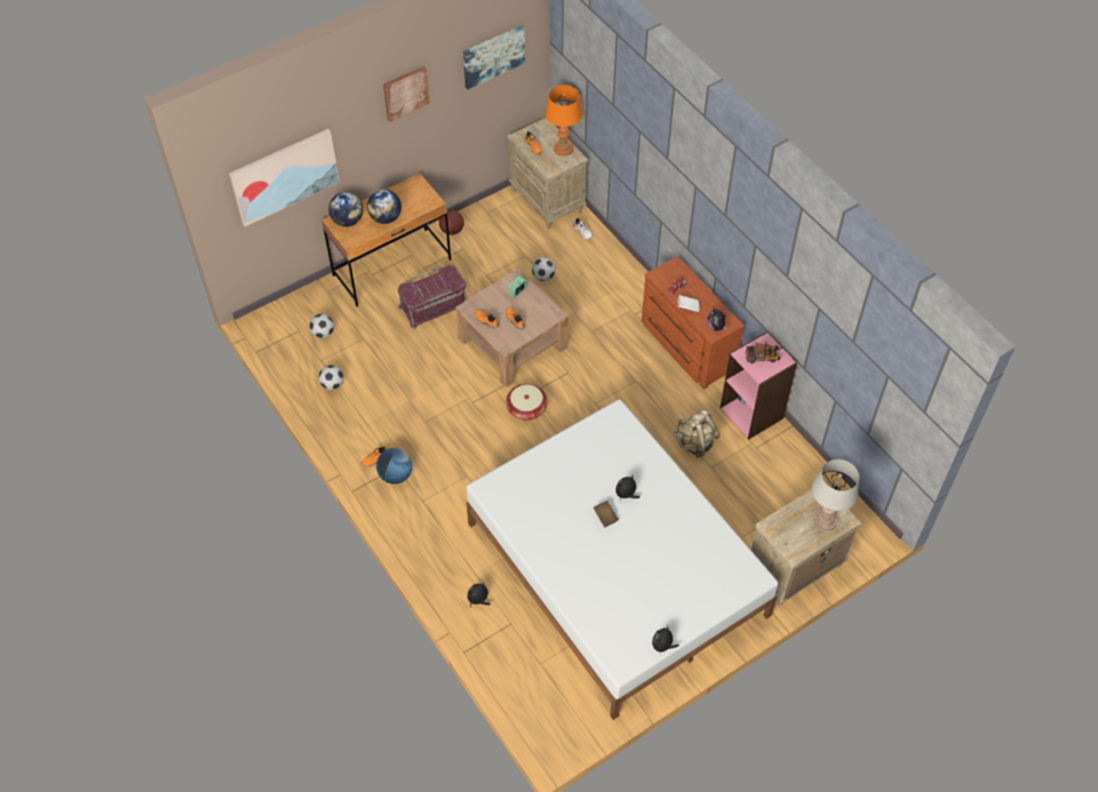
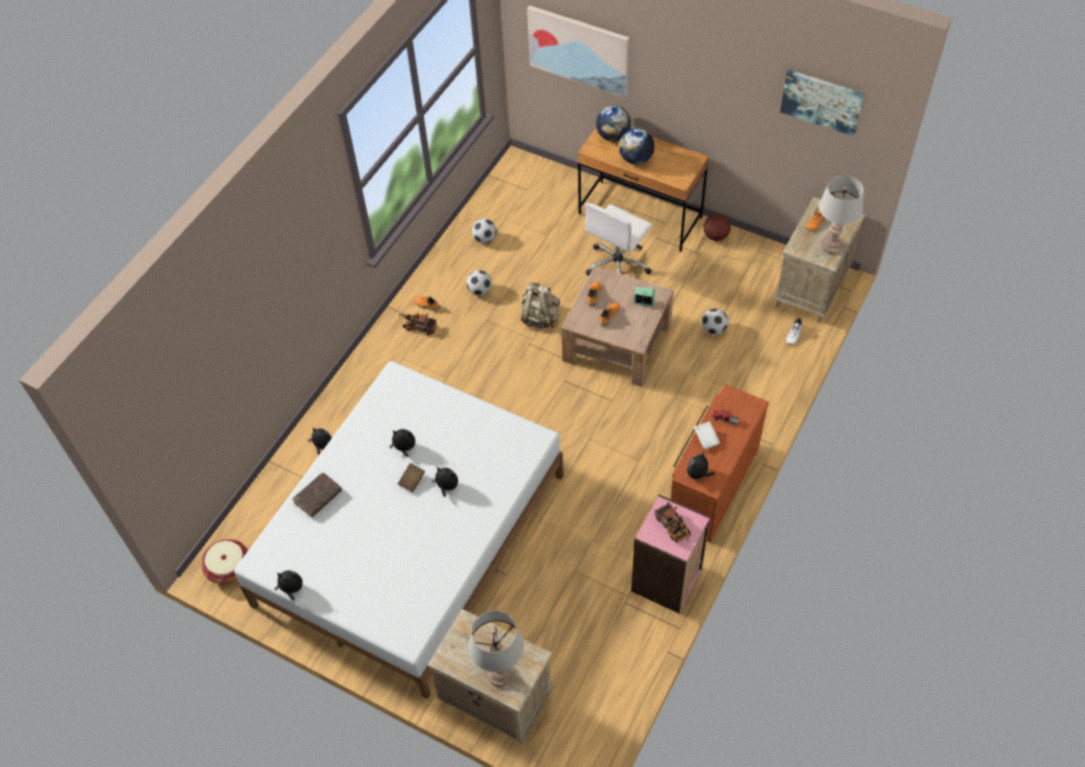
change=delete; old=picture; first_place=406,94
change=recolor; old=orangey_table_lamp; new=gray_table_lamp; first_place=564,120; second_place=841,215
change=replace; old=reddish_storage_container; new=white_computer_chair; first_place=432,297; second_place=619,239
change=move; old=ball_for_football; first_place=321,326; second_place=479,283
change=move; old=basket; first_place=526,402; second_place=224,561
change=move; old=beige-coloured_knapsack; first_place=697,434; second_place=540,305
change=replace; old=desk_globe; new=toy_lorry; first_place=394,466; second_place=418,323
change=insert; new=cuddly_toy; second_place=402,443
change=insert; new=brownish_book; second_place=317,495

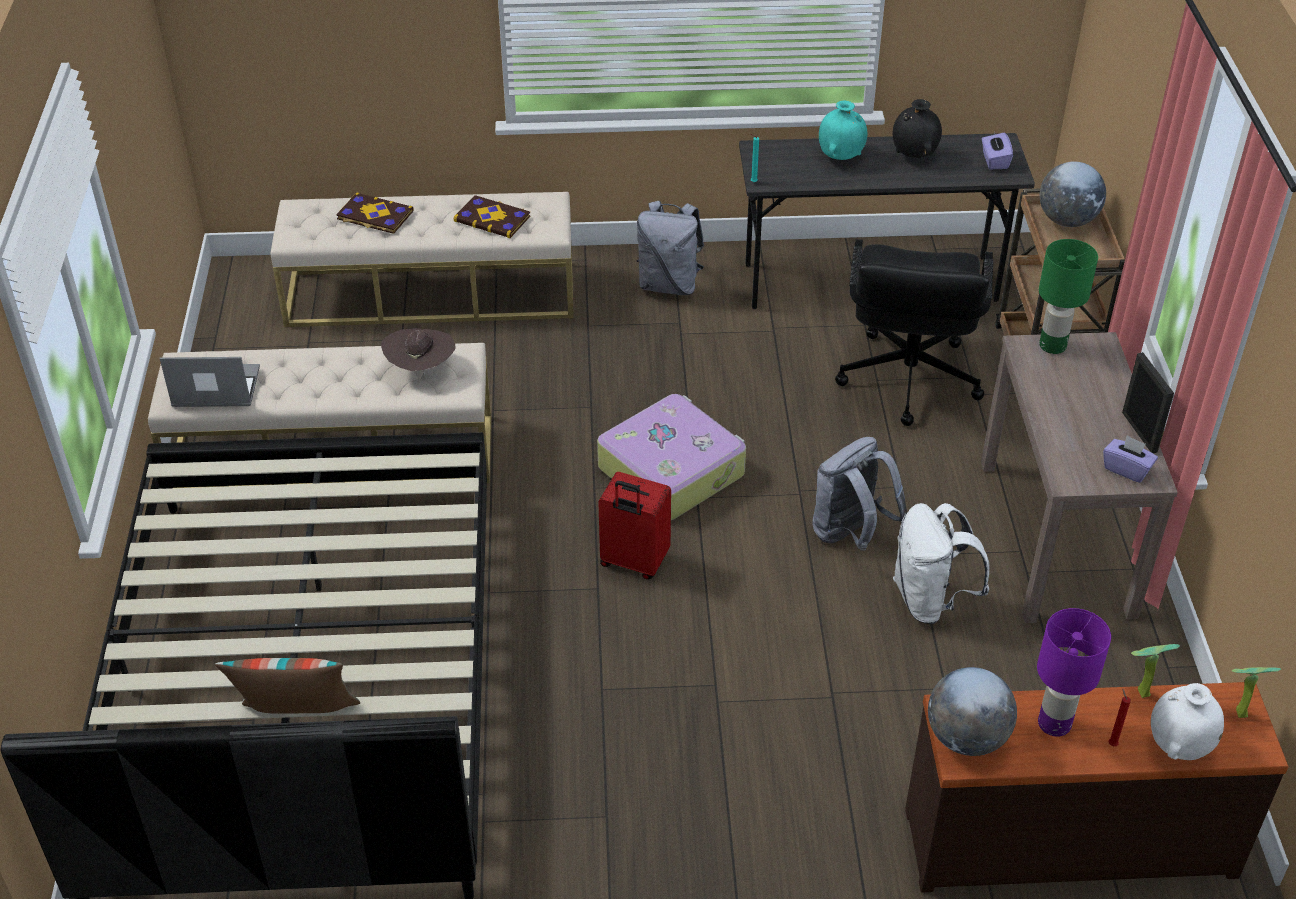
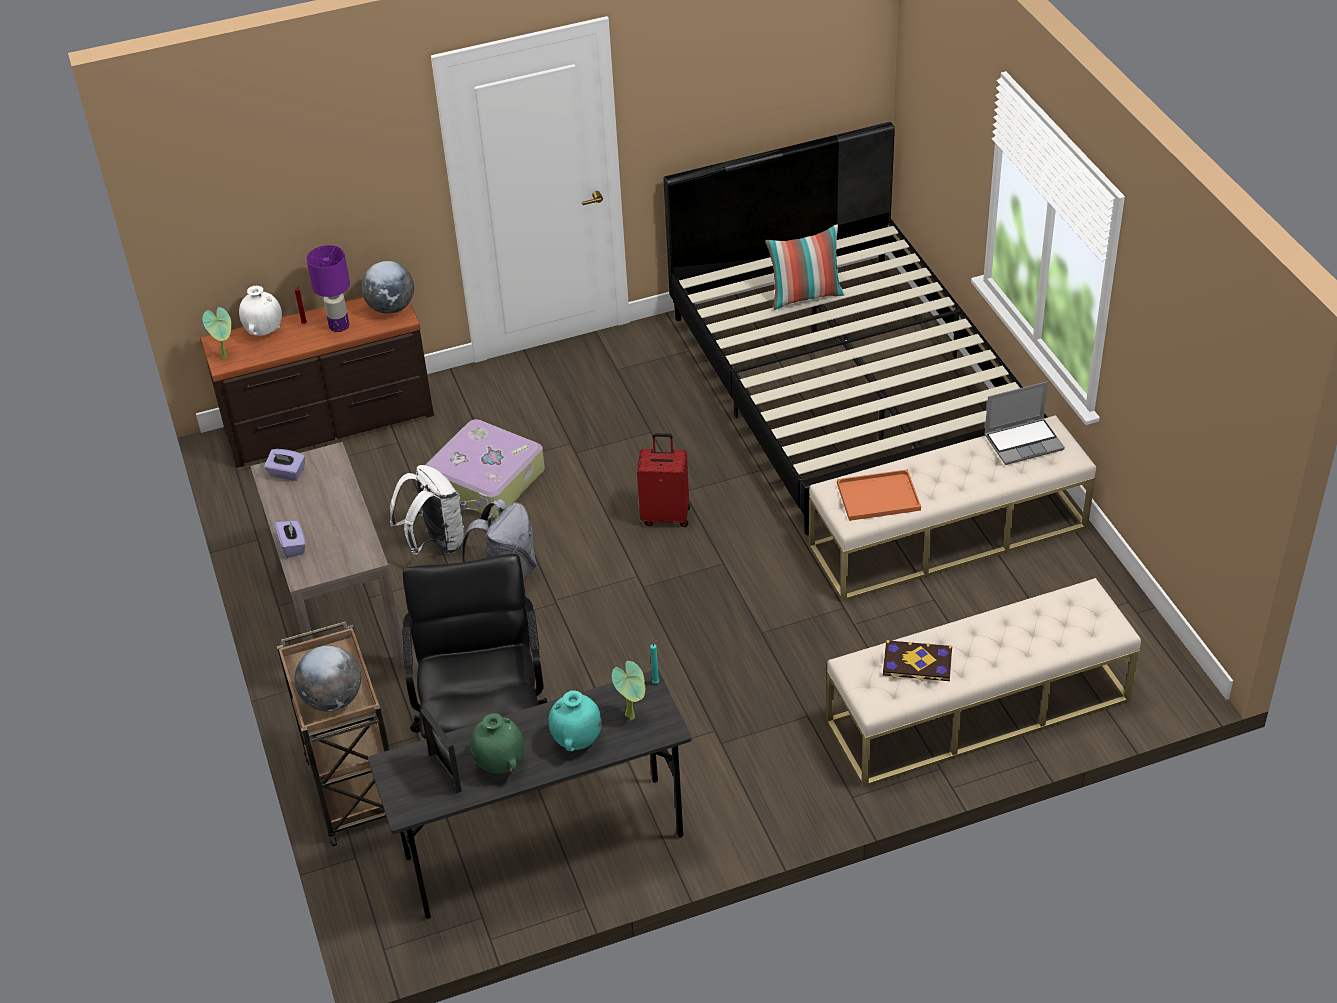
change=recolor; old=blackish_flower_vase; new=green-coloured_flower_vase; first_place=917,128; second_place=497,743
change=move; old=purplish_tissue_holder; first_place=997,151; second_place=290,539
change=delete; old=book; first_place=374,213
change=delete; old=gray_knapsack; first_place=670,248
change=delete; old=green-coloured_table_lamp; first_place=1068,296
change=replace; old=brownish_wearable_hat; new=orangey_serving_tray; first_place=418,352; second_place=879,495
change=move; old=picture_frame; first_place=1148,402; second_place=441,750
change=move; old=piece_of_luggage; first_place=671,457; second_place=485,468
change=move; old=houseplant; first_place=1155,671; second_place=628,690

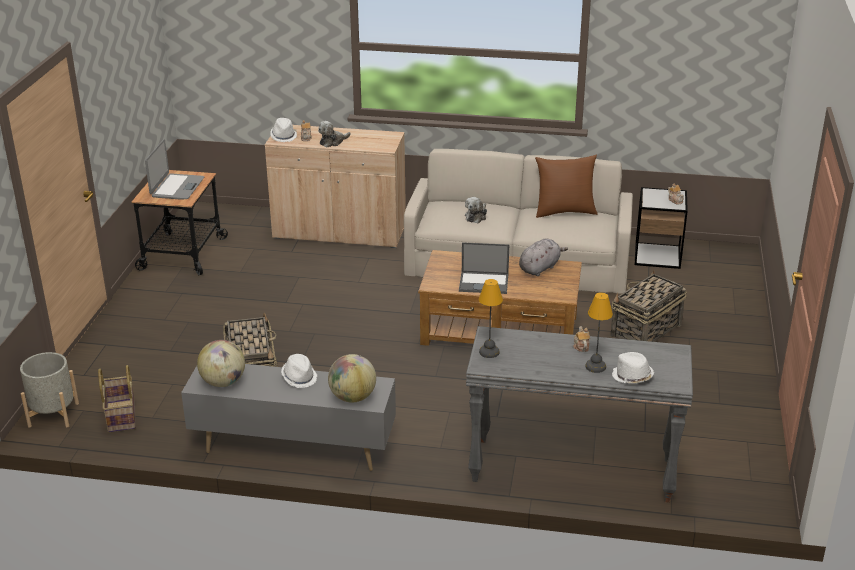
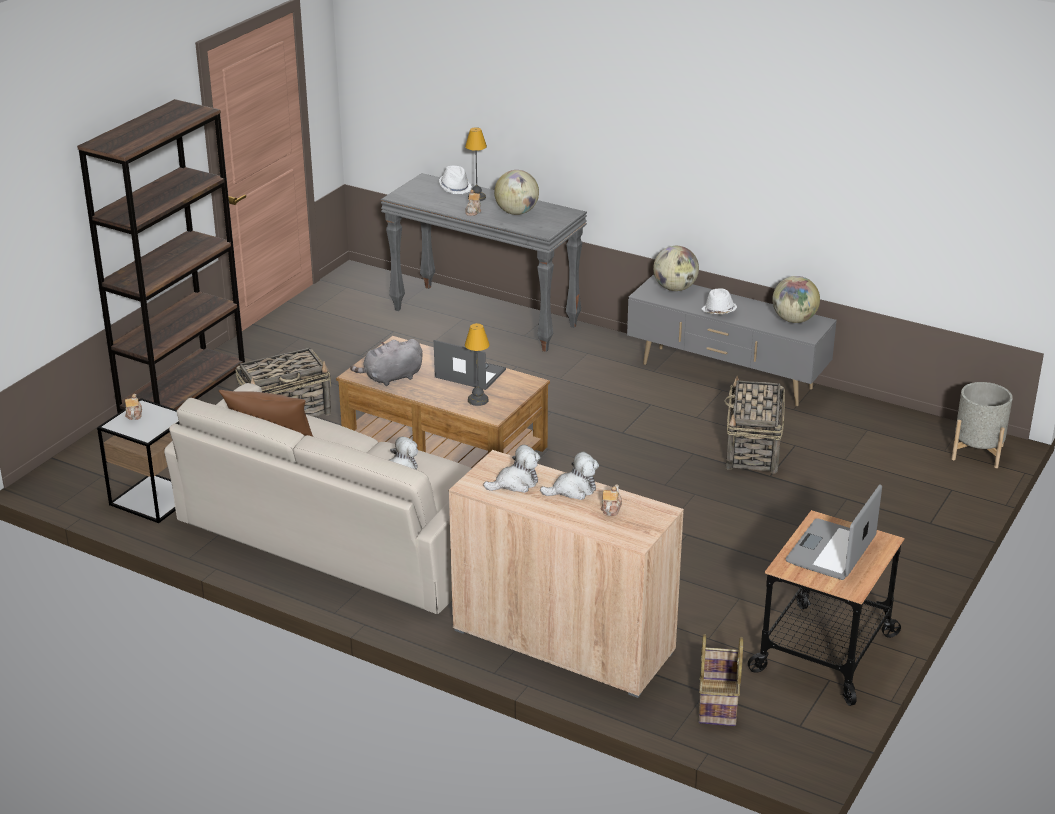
change=delete; old=white_wearable_hat; first_place=283,130
change=move; old=table_lamp; first_place=491,318; second_place=477,364
change=move; old=basket; first_place=117,398; second_place=720,680
change=insert; new=brownish_shelving_unit; second_place=161,256
change=insert; new=desk_globe; second_place=516,192
change=insert; new=cuddly_toy; second_place=511,469

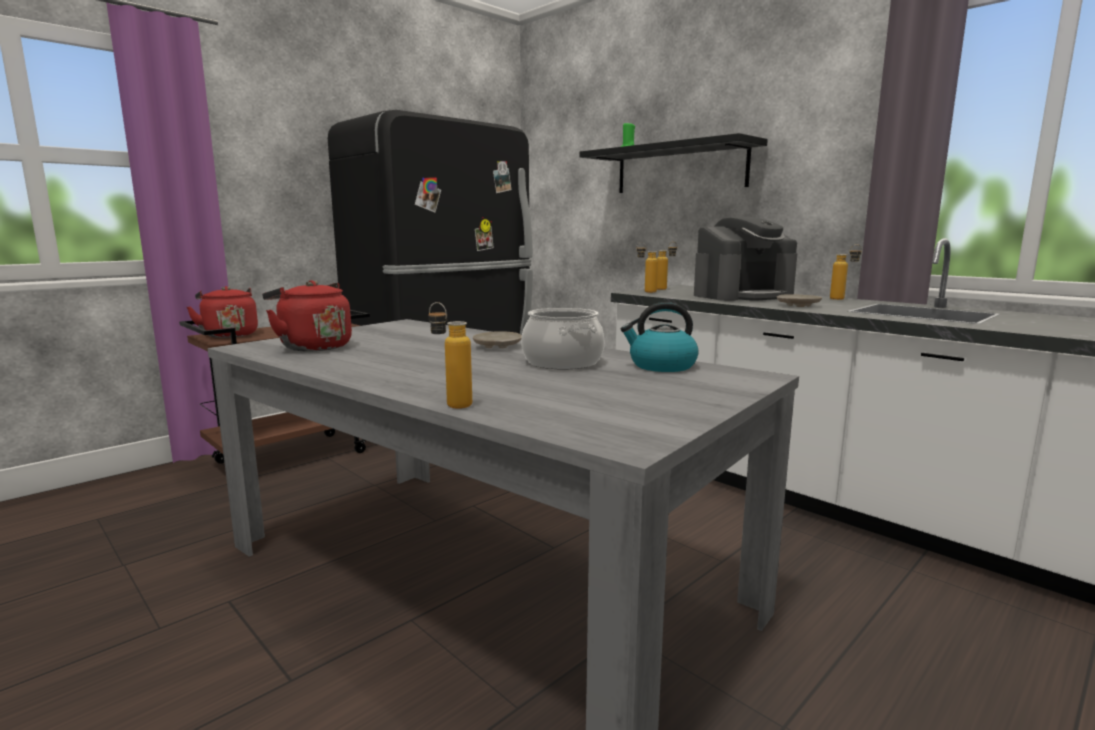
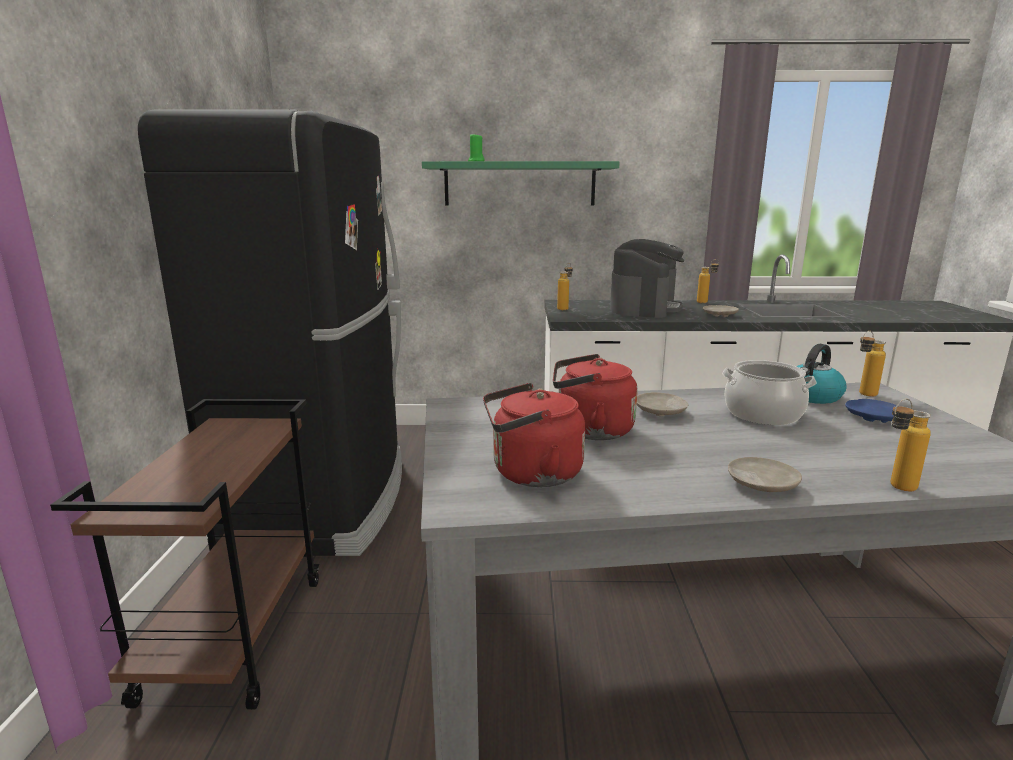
change=recolor; old=blackish_shelf; new=green-coloured_shelf; first_place=673,163; second_place=521,183
change=move; old=bottle; first_place=647,267; second_place=872,363
change=move; old=reddish_water_kettle; first_place=222,312; second_place=595,397
change=insert; new=blue_dinner_plate; second_place=871,411
change=insert; new=beige-coloured_dinner_plate; second_place=765,474

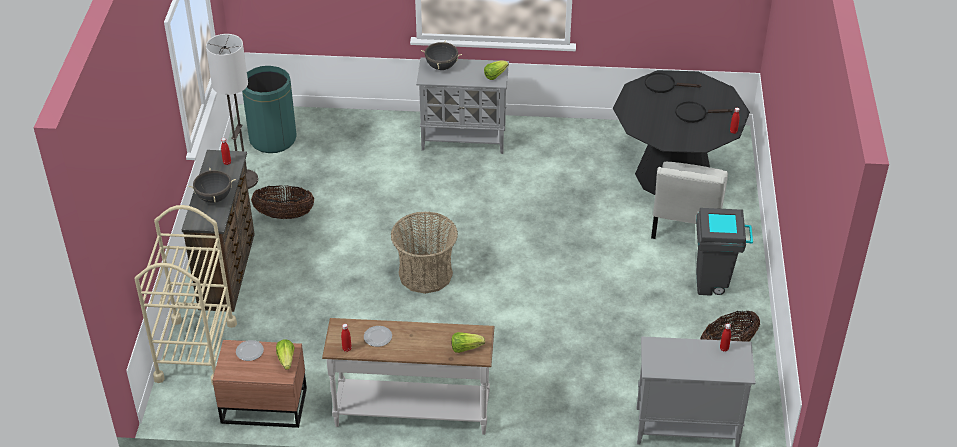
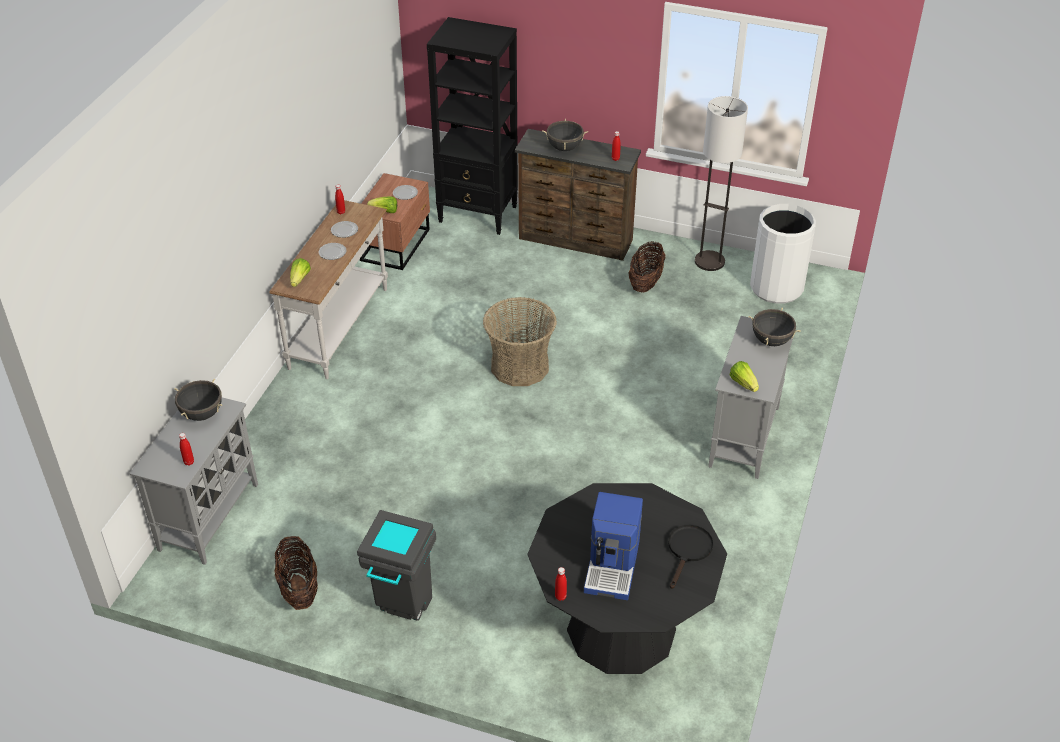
change=recolor; old=green-coloured_waste_bin; new=white_waste_bin; first_place=269,109; second_place=783,254
change=replace; old=blackish_pan; new=coffee_machine; first_place=704,112; second_place=613,546
change=delete; old=white_upright_chair; first_place=689,200
change=replace; old=beige-coloured_trolley; new=blackish_shelving_unit; first_place=186,295; second_place=472,126
change=insert; new=dinner_plate; second_place=332,251
change=insert; new=blackish_saucepot; second_place=198,400

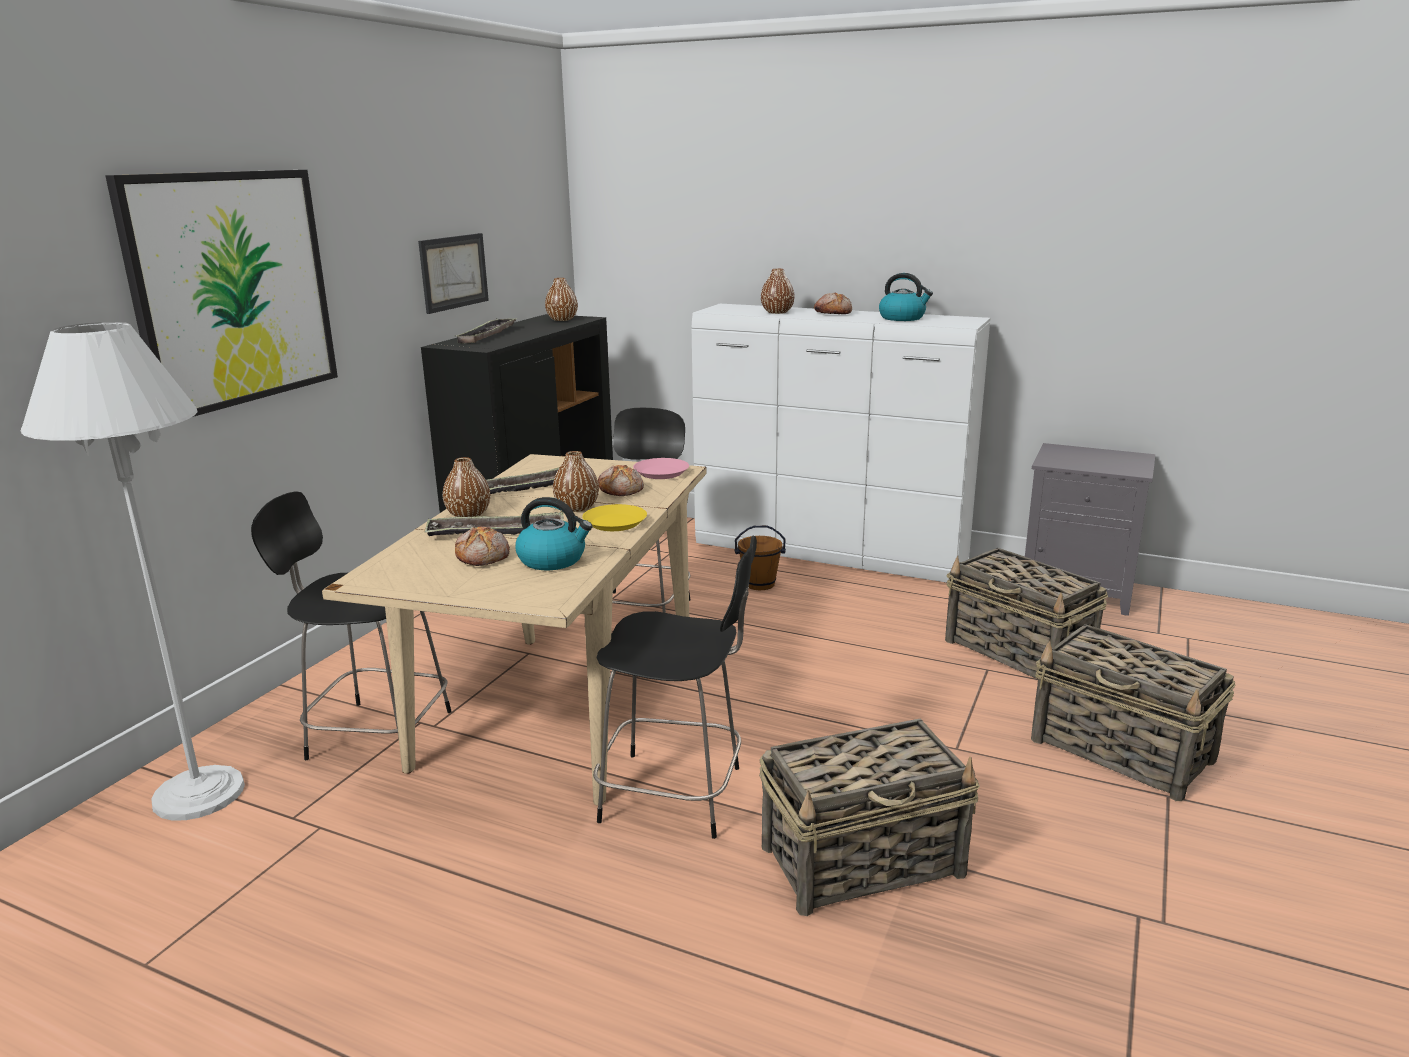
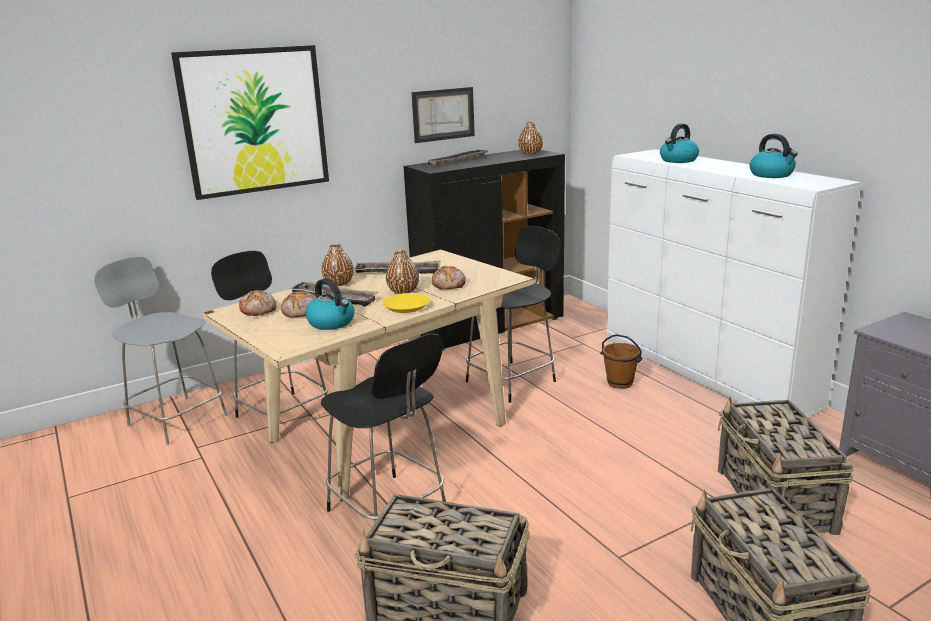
change=replace; old=brownish_flower_vase; new=water_kettle; first_place=778,291; second_place=679,143
change=move; old=baked_bread; first_place=833,303; second_place=257,303
change=replace; old=white_floor_lamp; new=gray_upright_chair; first_place=133,571; second_place=160,351
change=delete; old=pinkish_dinner_plate; first_place=661,468

